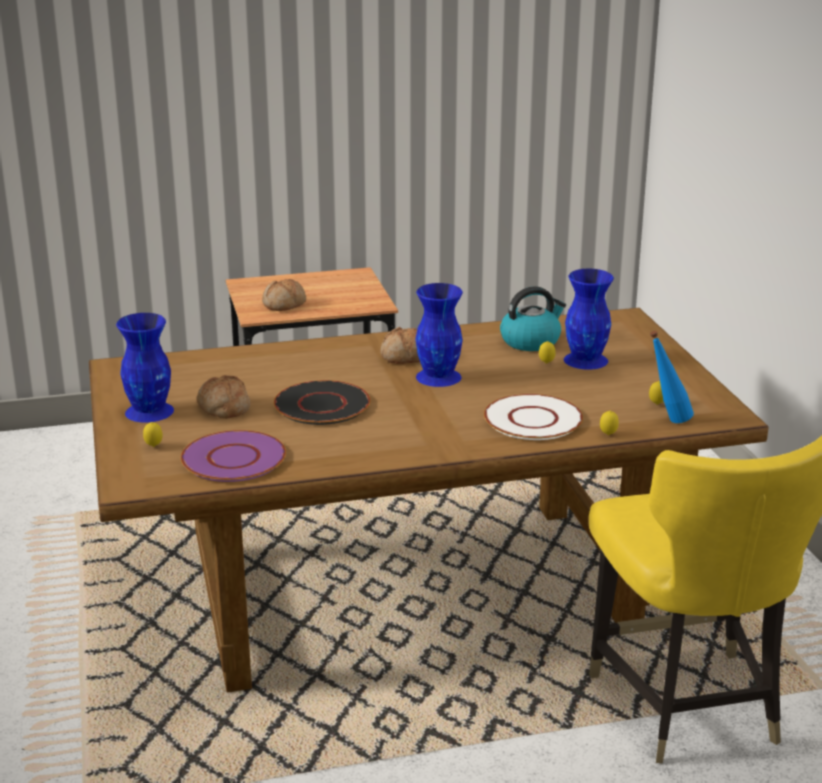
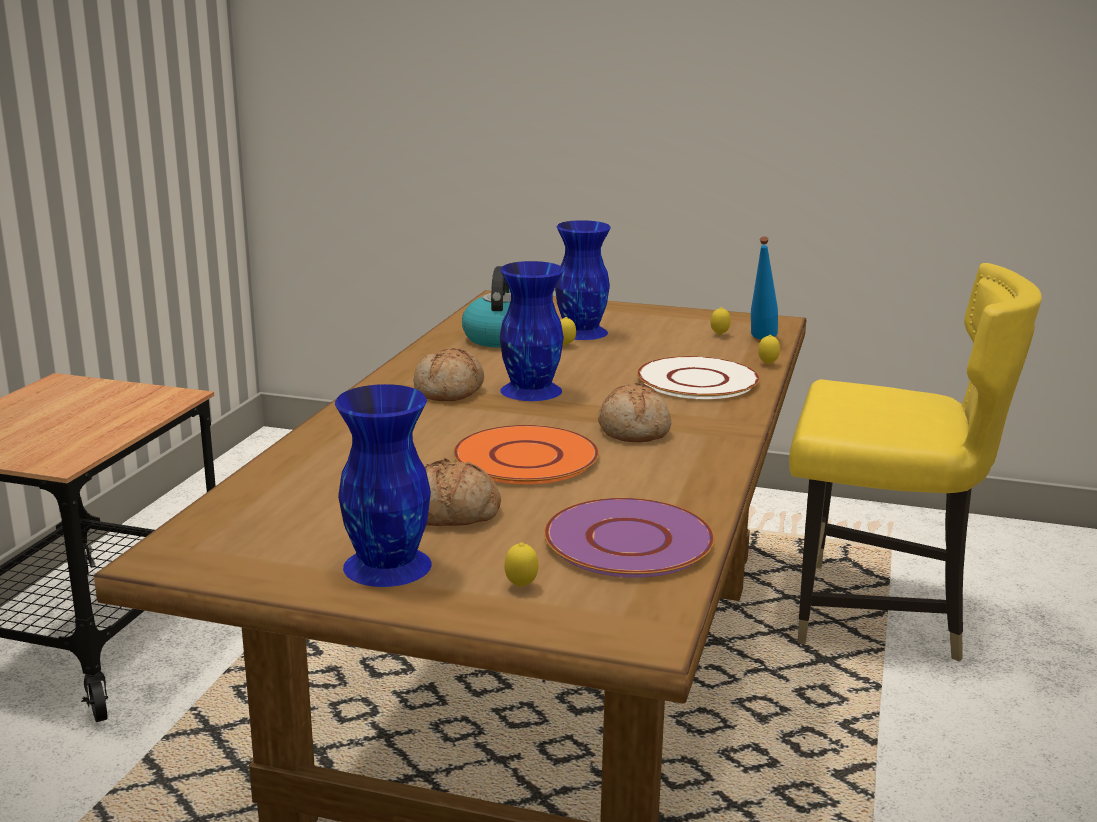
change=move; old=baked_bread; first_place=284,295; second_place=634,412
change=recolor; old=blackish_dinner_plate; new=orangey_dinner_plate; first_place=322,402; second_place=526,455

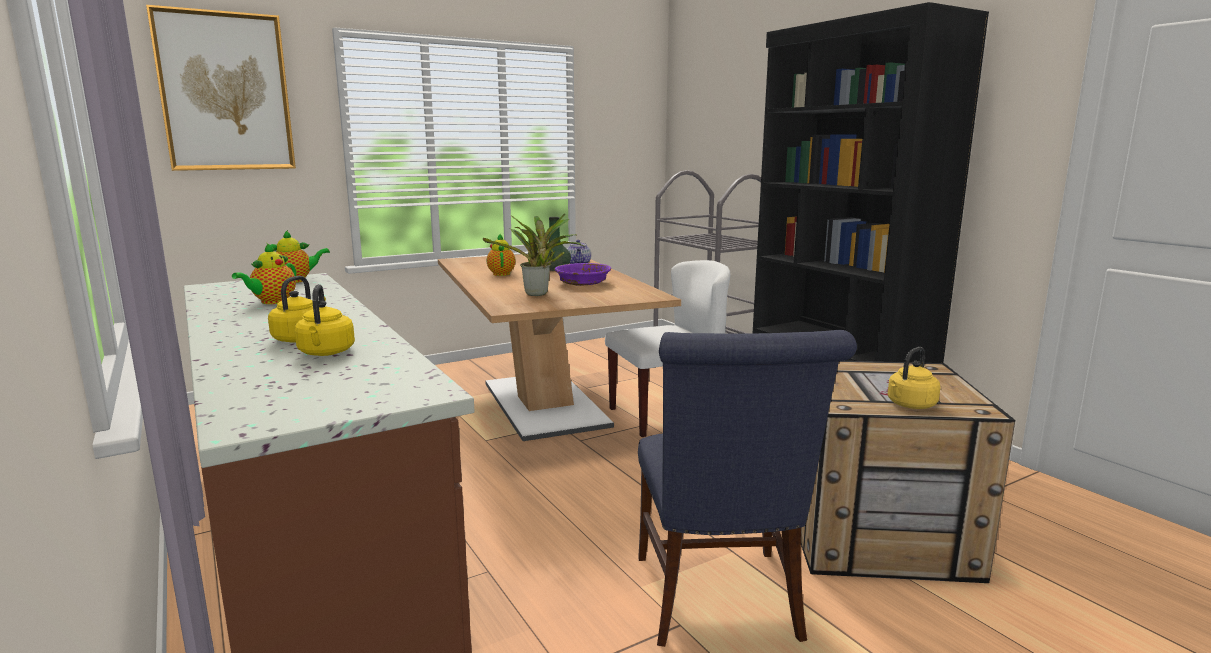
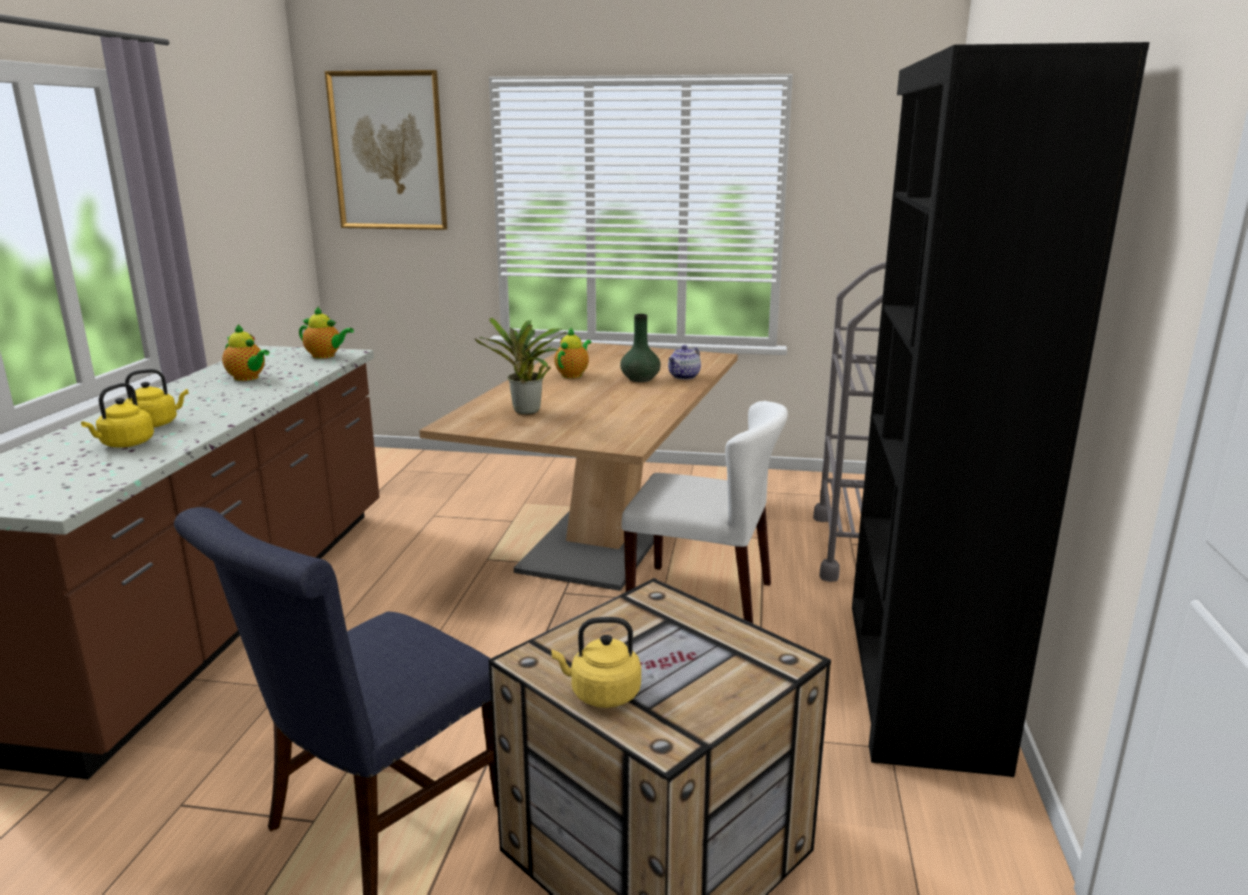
change=rotate; old=pot_for_tea; first_place=264,273; second_place=246,352; degrees=-120
change=delete; old=purplish_bowl; first_place=582,274

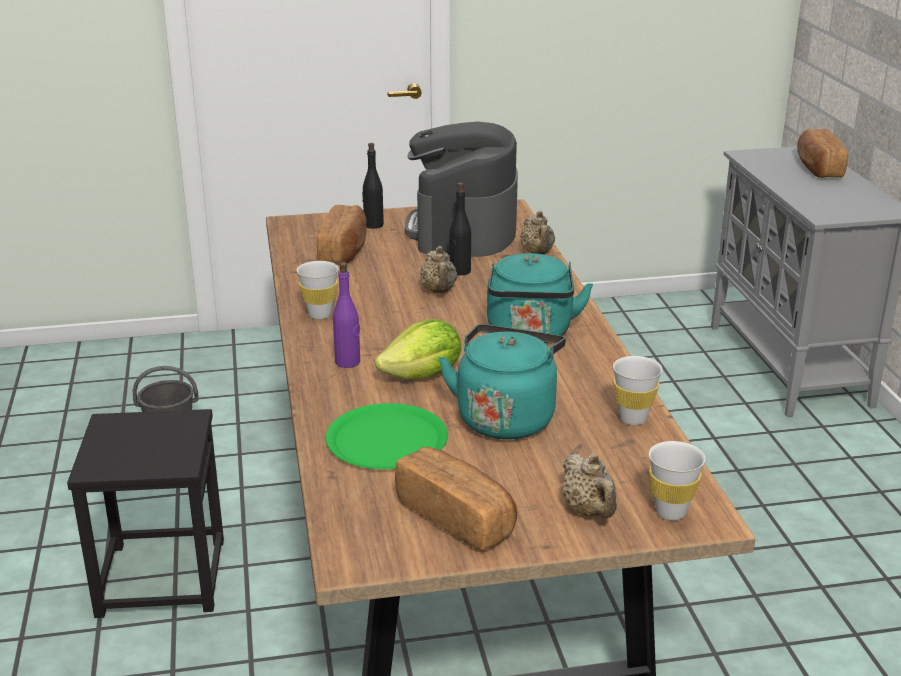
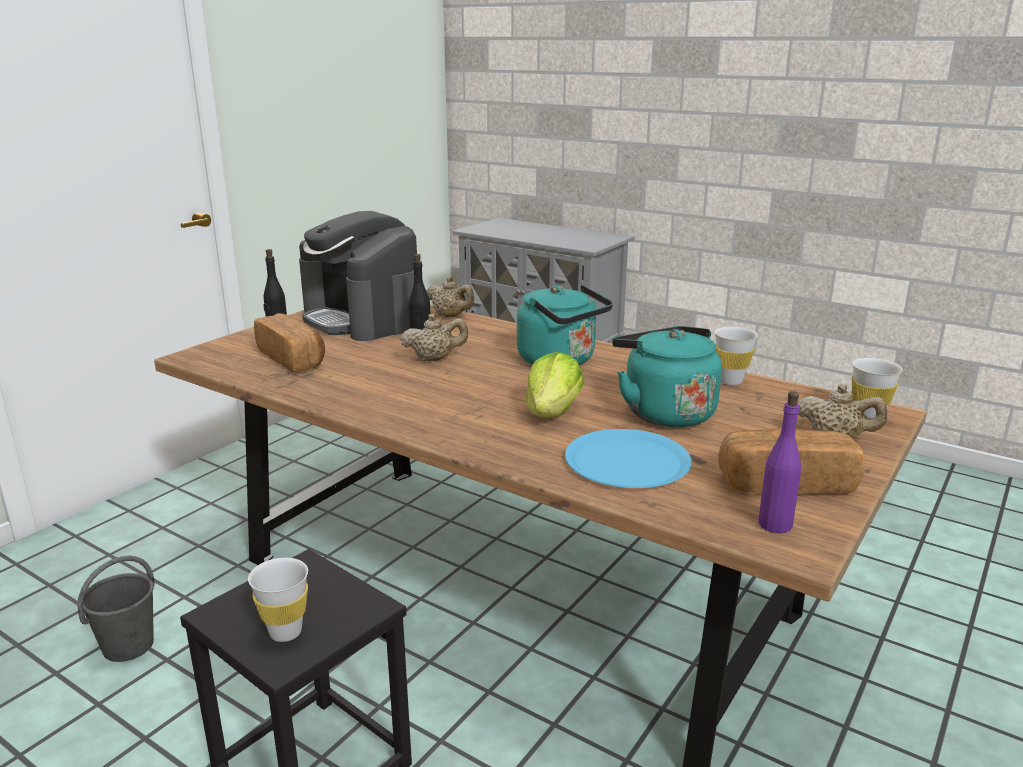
change=delete; old=baked_bread; first_place=822,153
change=rotate; old=beige-coloured_pot_for_tea; first_place=438,269; second_place=434,337; degrees=-45
change=move; old=white_cup; first_place=317,290; second_place=278,600
change=move; old=purplish_bottle; first_place=346,315; second_place=779,462
change=recolor; old=green-coloured_dinner_plate; new=blue_dinner_plate; first_place=387,436; second_place=628,458

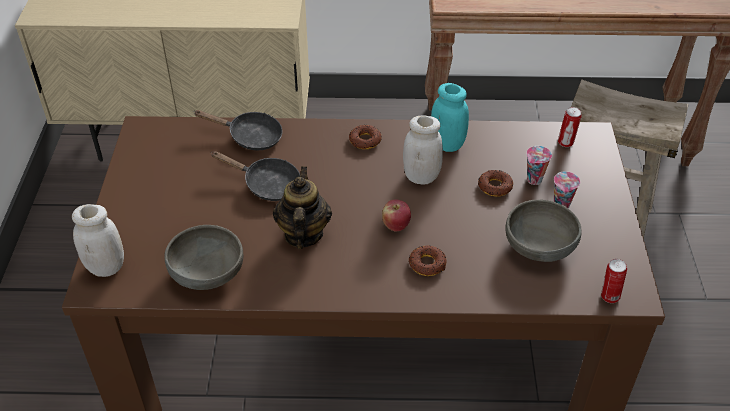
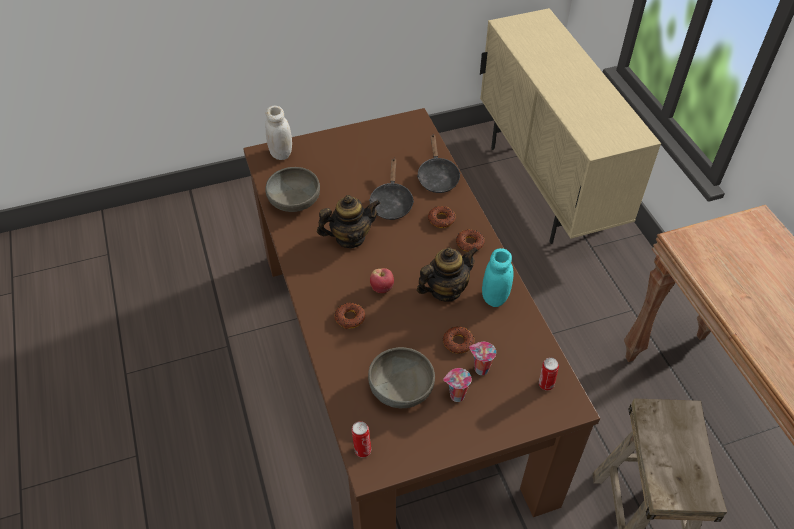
change=replace; old=white_preserve_jar; new=pot_for_tea; first_place=423,149; second_place=447,274
change=insert; new=donut; second_place=442,217

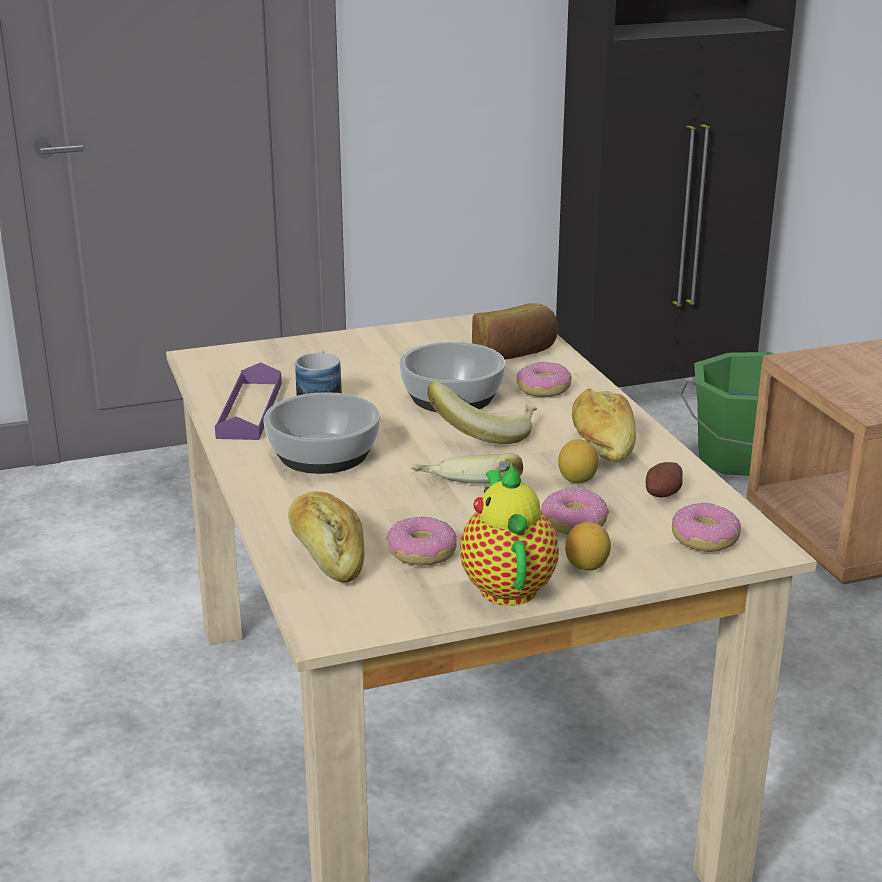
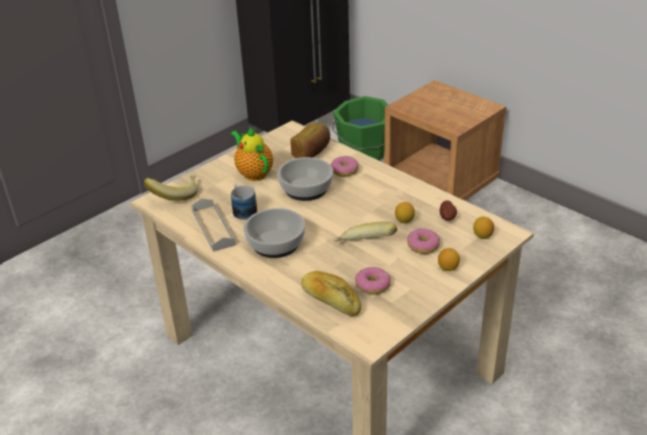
change=recolor; old=purplish_serving_tray; new=gray_serving_tray; first_place=248,401; second_place=213,225
change=move; old=whole_banana; first_place=482,412; second_place=171,188
change=delete; old=baked_bread; first_place=604,425
change=move; old=pot_for_tea; first_place=509,534; second_place=252,154
change=replace; old=donut; new=lemon; first_place=706,527; second_place=483,227

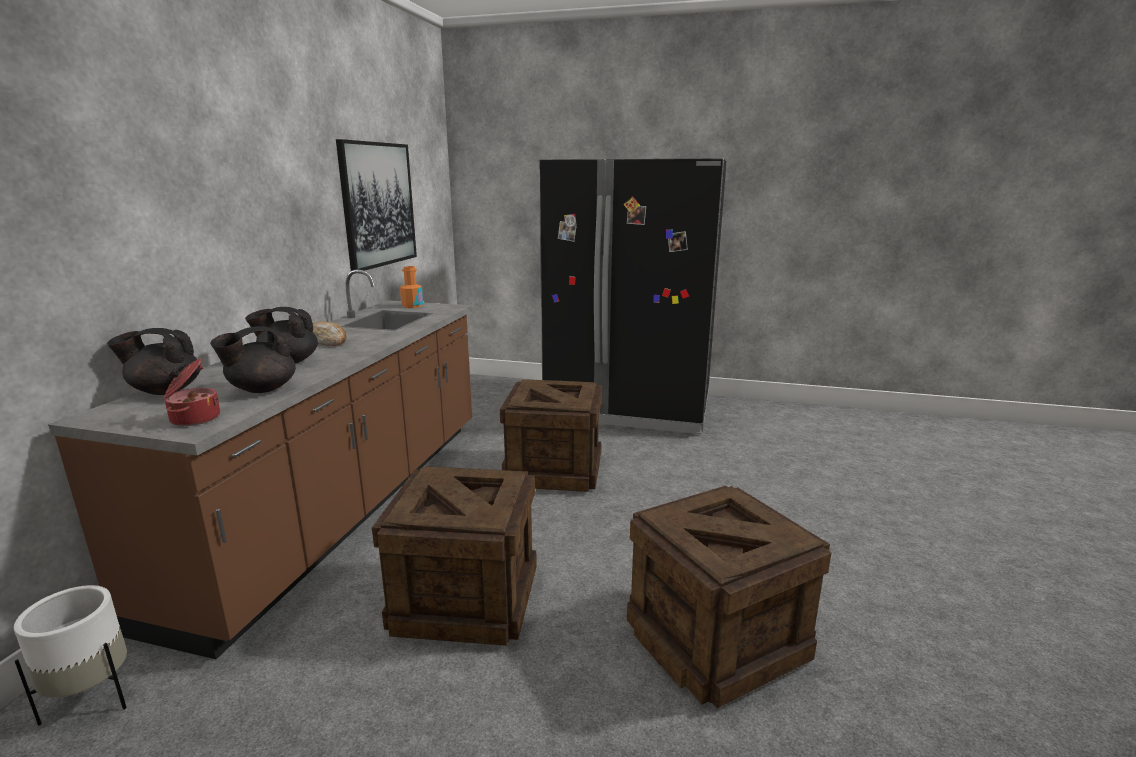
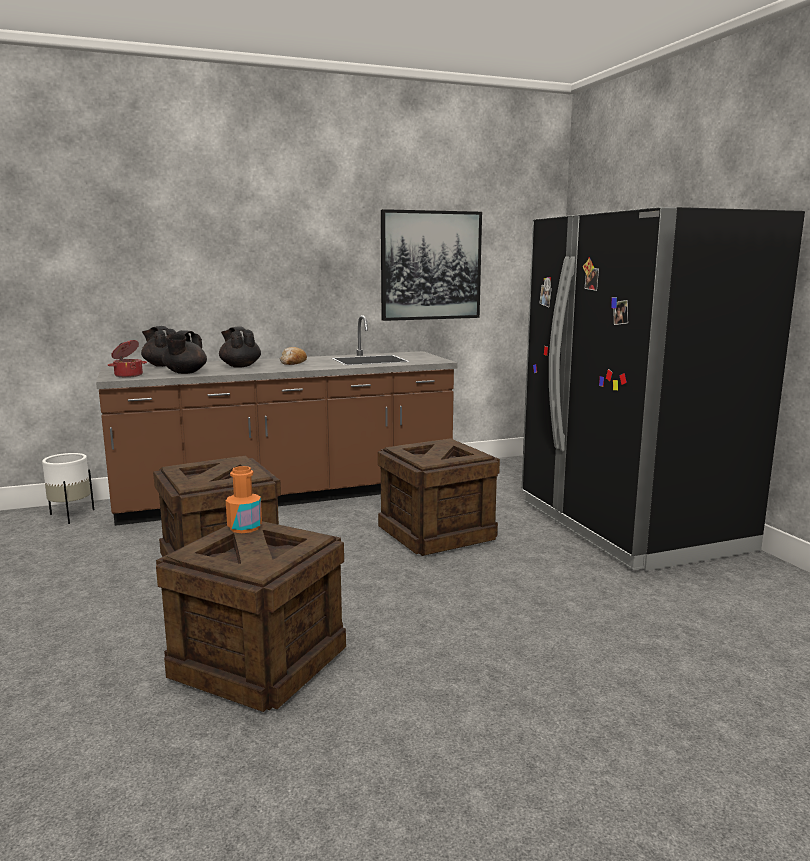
change=move; old=orangey_bottle; first_place=411,287; second_place=244,499
change=rotate; old=blackish_pot_for_tea; first_place=253,359; second_place=184,352; degrees=-90

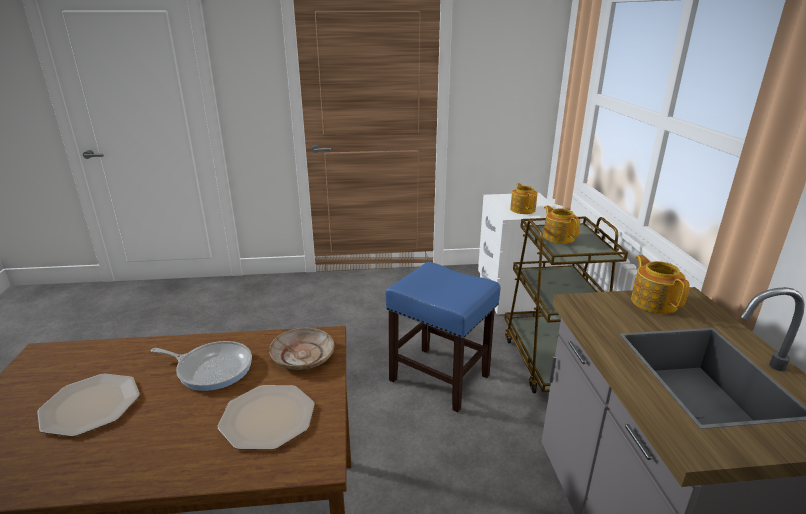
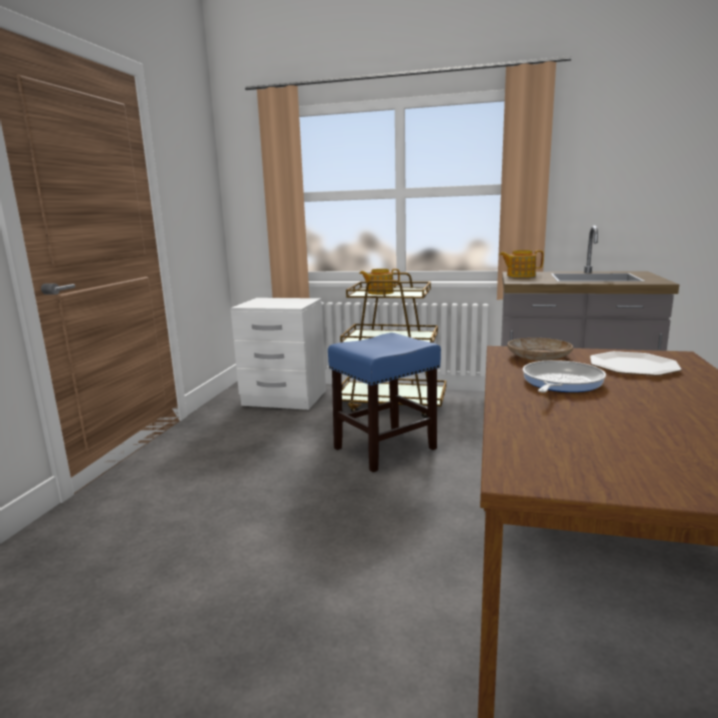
change=delete; old=pot_for_tea; first_place=523,198
change=delete; old=dinner_plate; first_place=88,405

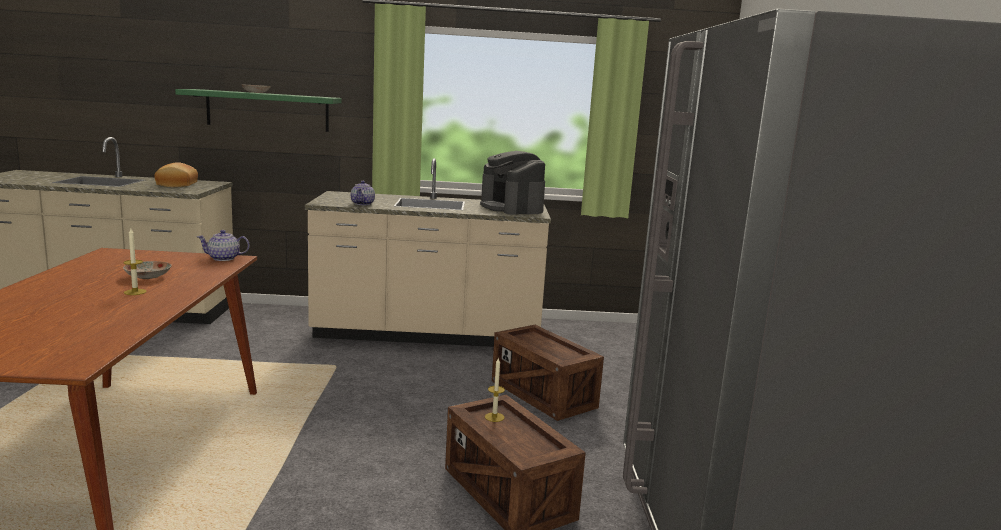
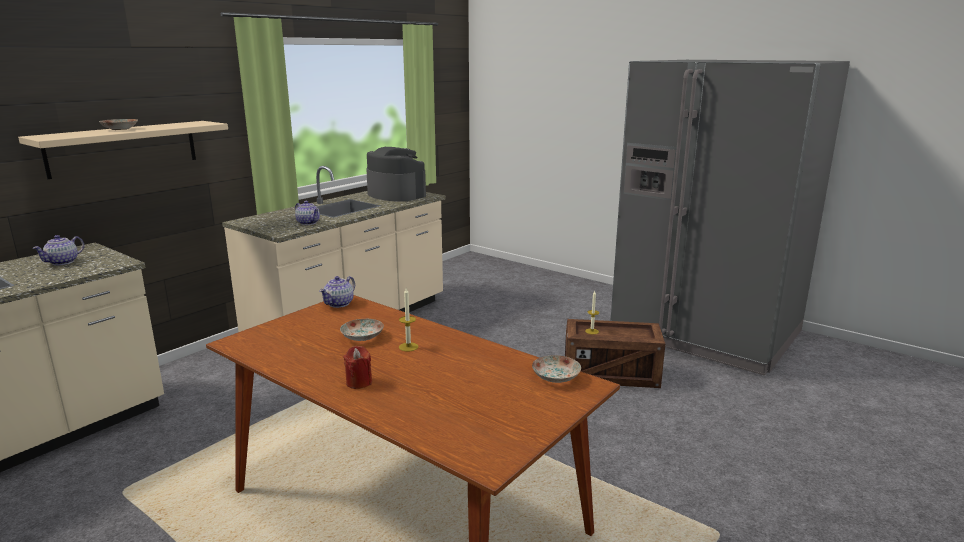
change=recolor; old=green-coloured_shelf; new=beige-coloured_shelf; first_place=258,110; second_place=123,150
change=rotate; old=coffee_machine; first_place=512,183; second_place=396,174; degrees=-150
change=replace; old=baked_bread; new=pot_for_tea; first_place=176,174; second_place=58,250
change=delete; old=packing_crate; first_place=548,373
change=insert; new=reddish_wax_light; second_place=357,367
change=insert; new=dinner_plate; second_place=556,369

